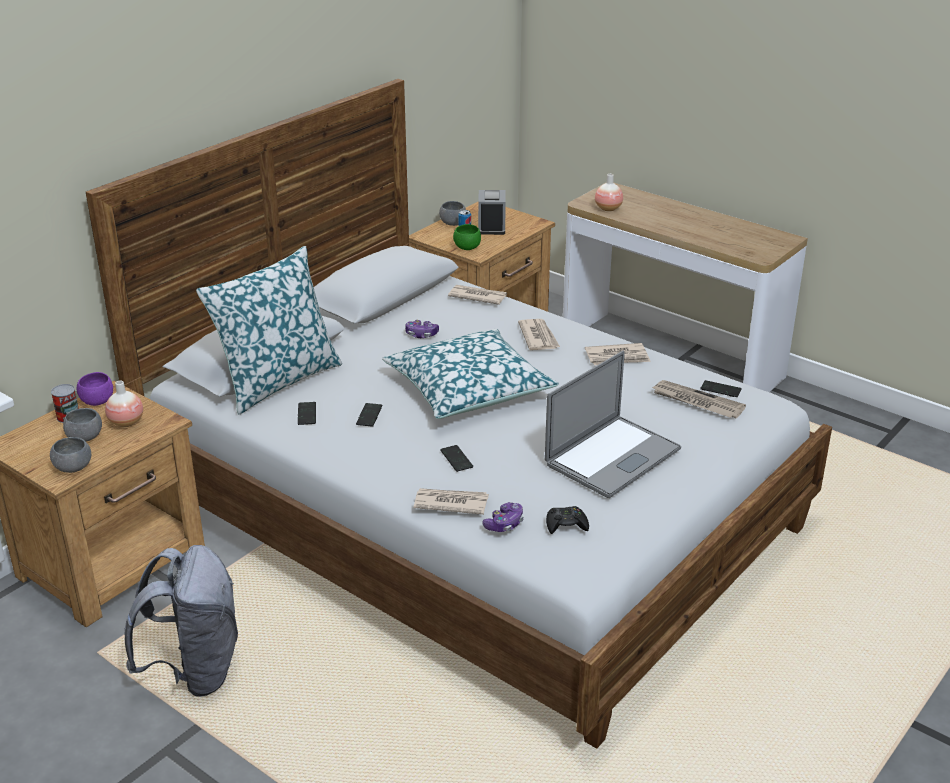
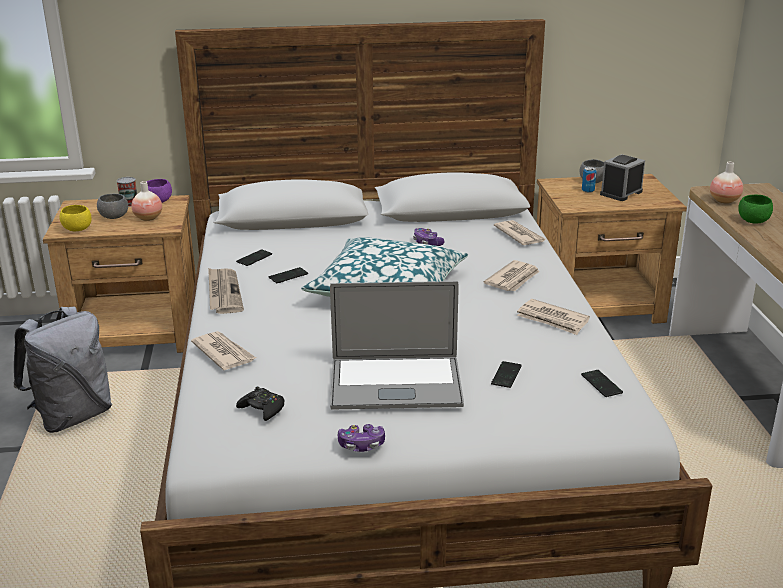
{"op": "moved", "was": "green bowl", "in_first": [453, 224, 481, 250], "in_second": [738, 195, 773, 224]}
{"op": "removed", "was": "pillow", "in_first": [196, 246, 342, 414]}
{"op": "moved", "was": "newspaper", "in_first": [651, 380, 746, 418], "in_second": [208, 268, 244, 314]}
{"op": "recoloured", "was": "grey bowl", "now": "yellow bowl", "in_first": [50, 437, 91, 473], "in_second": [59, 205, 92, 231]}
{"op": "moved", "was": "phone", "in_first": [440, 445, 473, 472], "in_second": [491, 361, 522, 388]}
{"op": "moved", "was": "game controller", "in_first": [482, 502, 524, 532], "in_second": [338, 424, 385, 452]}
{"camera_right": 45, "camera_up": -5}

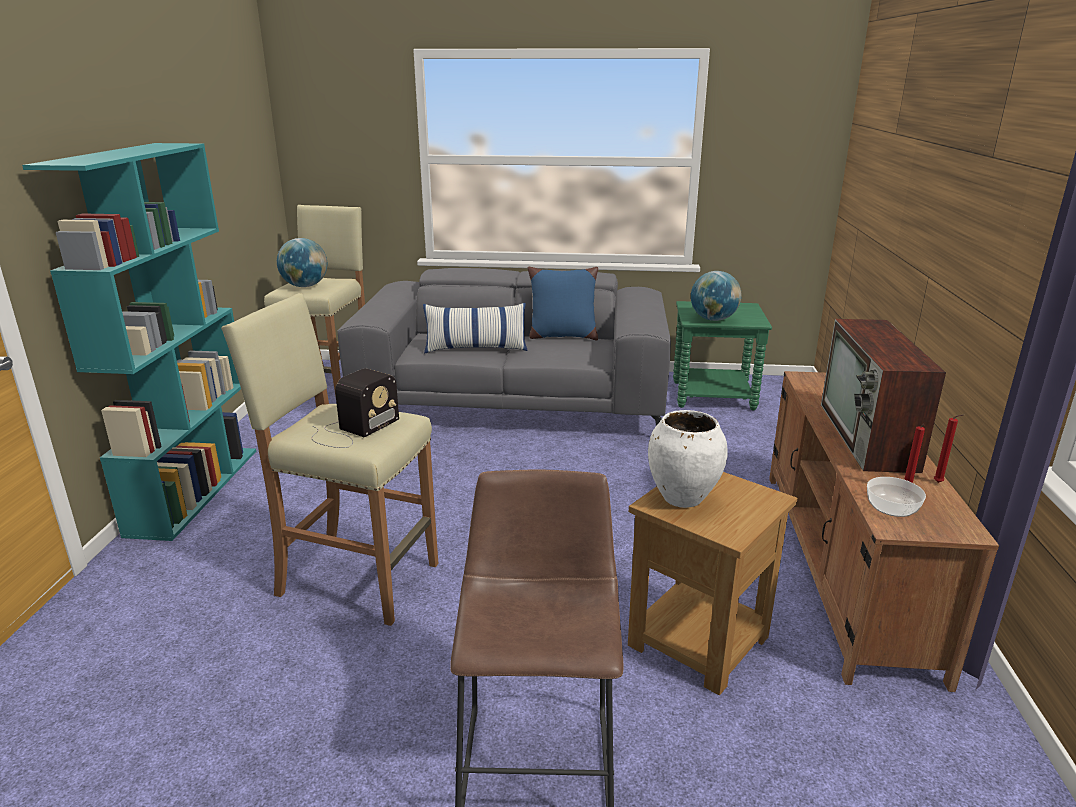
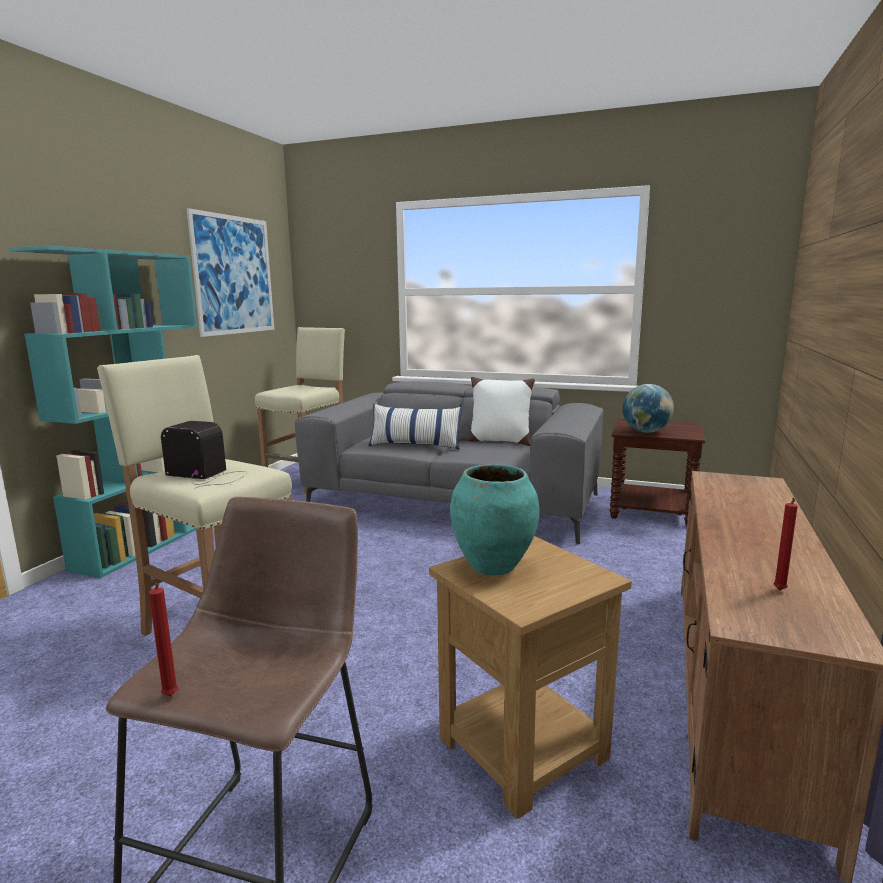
{"op": "removed", "was": "globe", "in_first": [277, 238, 327, 287]}
{"op": "recoloured", "was": "blue pillow", "now": "white pillow", "in_first": [527, 267, 598, 340], "in_second": [468, 377, 535, 446]}
{"op": "recoloured", "was": "green side table", "now": "brown side table", "in_first": [673, 301, 772, 410], "in_second": [610, 418, 705, 526]}
{"op": "removed", "was": "television", "in_first": [821, 319, 946, 473]}
{"op": "turned", "was": "radio", "in_first": [312, 368, 399, 448], "in_second": [161, 421, 247, 489], "clockwise": -120}
{"op": "recoloured", "was": "white vase", "now": "turquoise vase", "in_first": [648, 410, 728, 508], "in_second": [450, 465, 540, 575]}
{"op": "moved", "was": "red candle", "in_first": [934, 414, 964, 483], "in_second": [149, 583, 179, 696]}
{"op": "removed", "was": "bowl", "in_first": [867, 477, 926, 517]}
{"op": "added", "now": "picture", "in_second": [187, 208, 274, 337]}
{"camera_right": 15, "camera_up": -10}

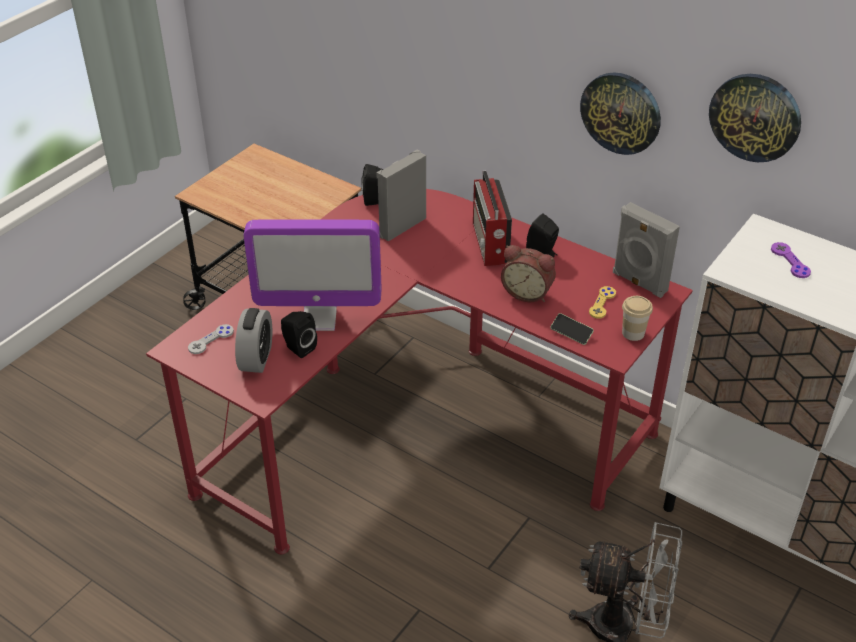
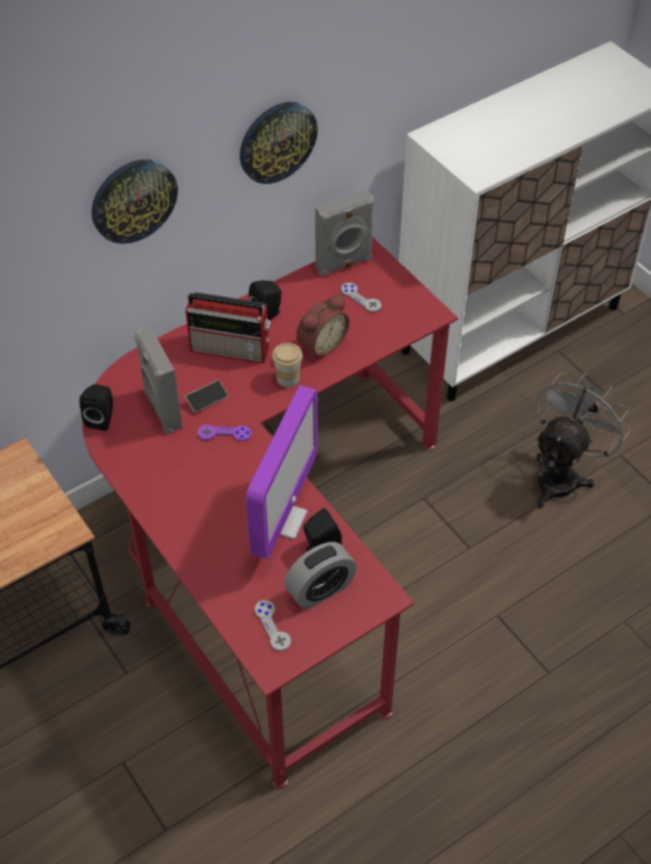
{"op": "moved", "was": "wall clock", "in_first": [709, 74, 801, 162], "in_second": [92, 160, 178, 244]}
{"op": "moved", "was": "purple game controller", "in_first": [771, 242, 811, 278], "in_second": [198, 425, 252, 441]}
{"op": "recoloured", "was": "yellow game controller", "now": "grey game controller", "in_first": [589, 286, 616, 319], "in_second": [341, 283, 382, 312]}
{"op": "moved", "was": "cup", "in_first": [622, 296, 653, 341], "in_second": [272, 343, 303, 387]}
{"op": "turned", "was": "alarm clock", "in_first": [235, 308, 272, 373], "in_second": [285, 542, 357, 609], "clockwise": 120}
{"op": "moved", "was": "phone", "in_first": [550, 313, 594, 345], "in_second": [185, 380, 228, 412]}
{"camera_right": -70, "camera_up": 10}

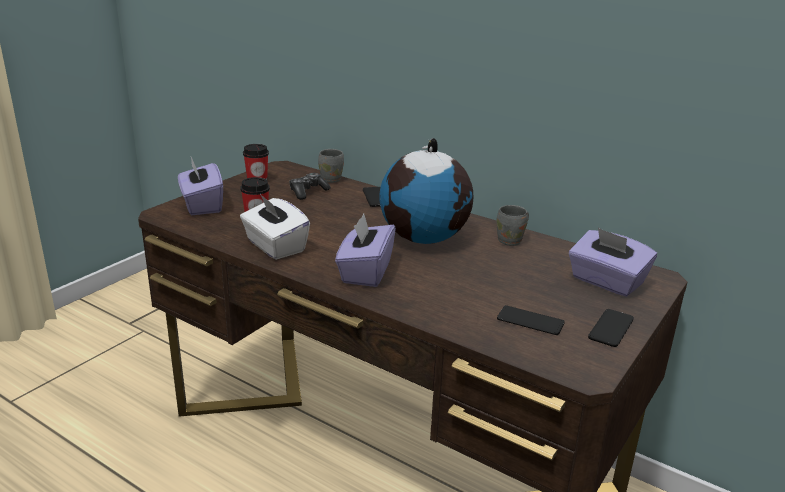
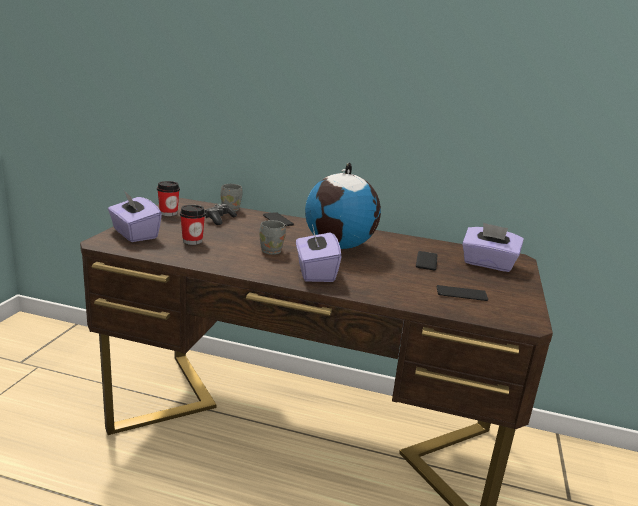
{"op": "removed", "was": "white tissue box", "in_first": [240, 194, 310, 260]}
{"op": "moved", "was": "grey mug", "in_first": [497, 205, 529, 246], "in_second": [259, 220, 286, 255]}
{"op": "moved", "was": "phone", "in_first": [588, 309, 634, 347], "in_second": [416, 251, 437, 270]}
{"camera_right": -20, "camera_up": -5}

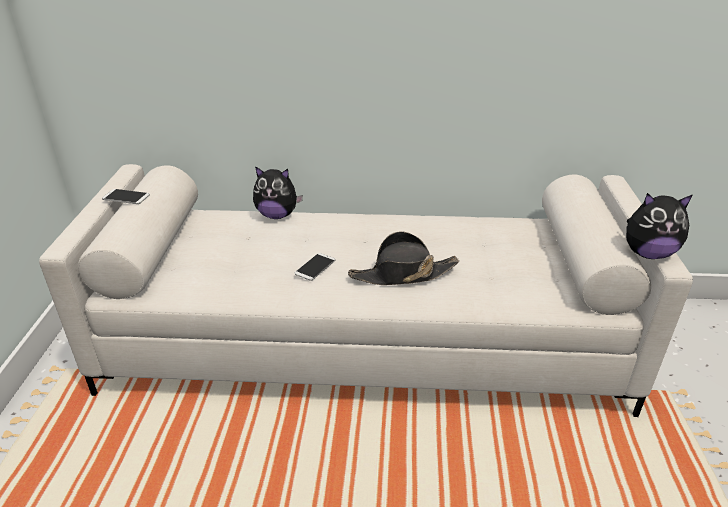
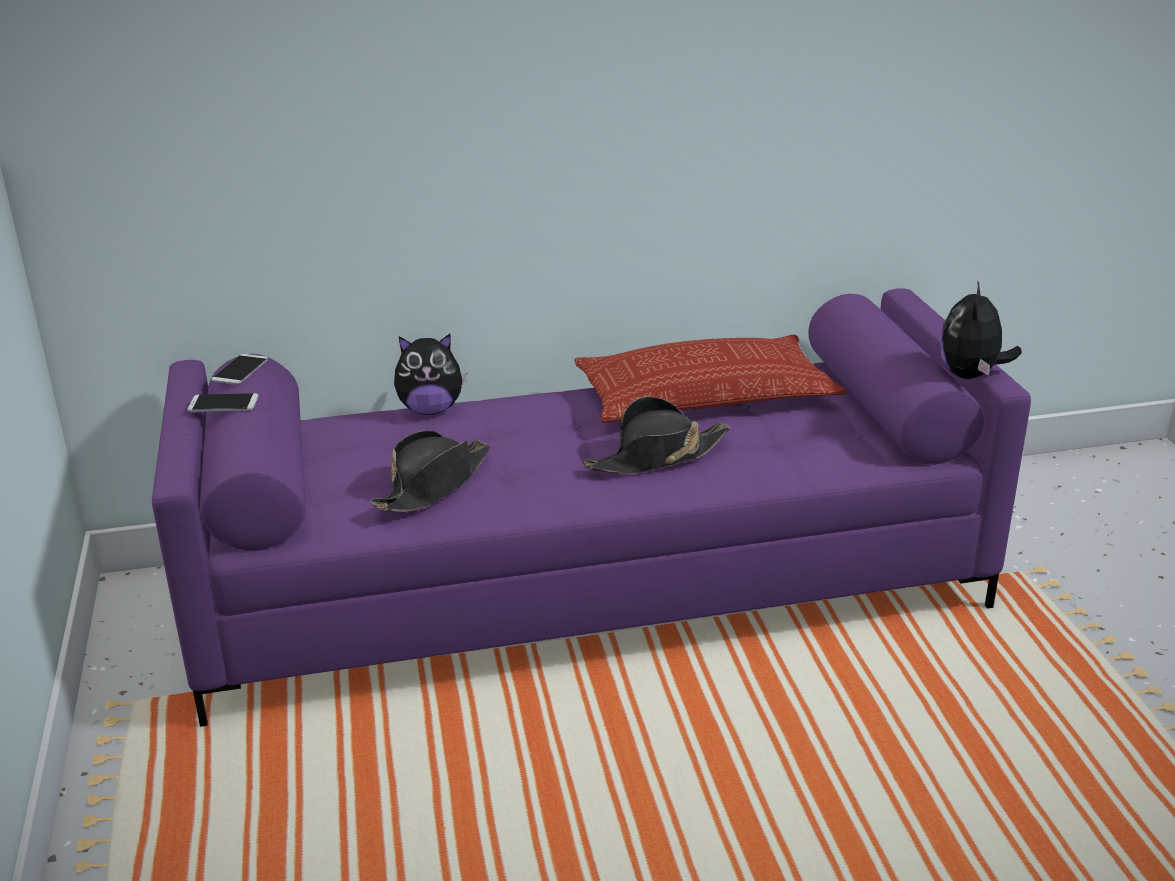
{"op": "recoloured", "was": "white sofa", "now": "purple sofa", "in_first": [39, 164, 693, 417], "in_second": [152, 288, 1031, 727]}
{"op": "turned", "was": "plush toy", "in_first": [626, 193, 692, 259], "in_second": [939, 280, 1022, 379], "clockwise": 120}
{"op": "moved", "was": "phone", "in_first": [295, 253, 335, 281], "in_second": [211, 354, 268, 385]}
{"op": "added", "now": "pillow", "in_second": [574, 335, 846, 423]}
{"op": "added", "now": "black hat", "in_second": [370, 430, 490, 512]}
{"camera_right": -15, "camera_up": -5}

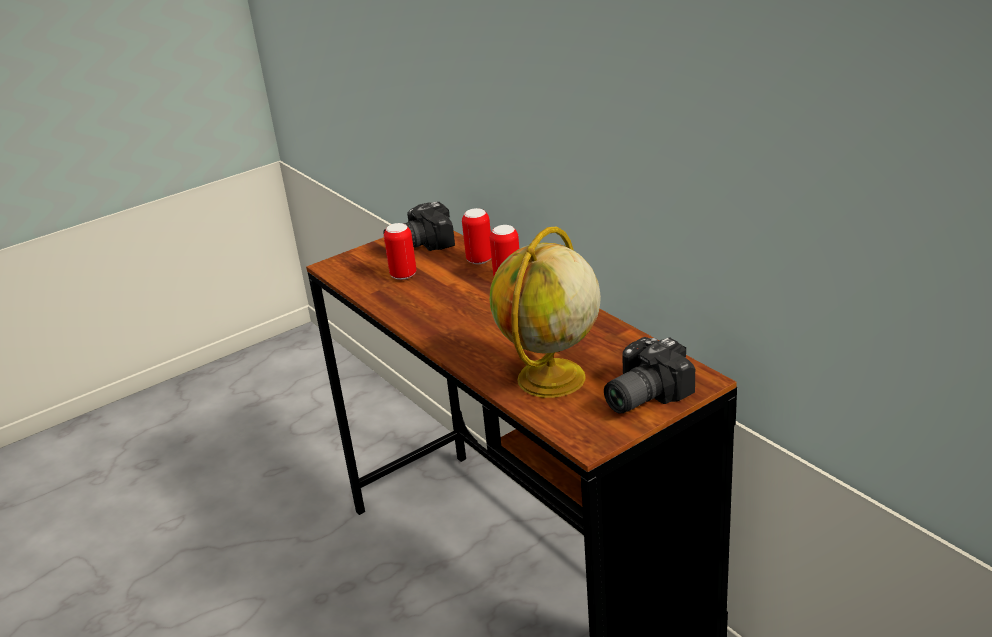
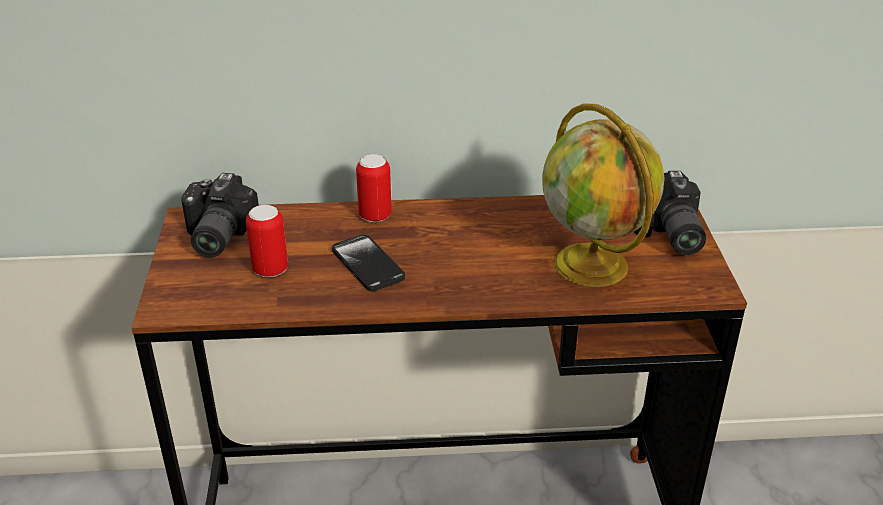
{"op": "removed", "was": "can", "in_first": [462, 208, 492, 264]}
{"op": "added", "now": "phone", "in_second": [332, 235, 405, 291]}
{"camera_right": -60, "camera_up": 5}

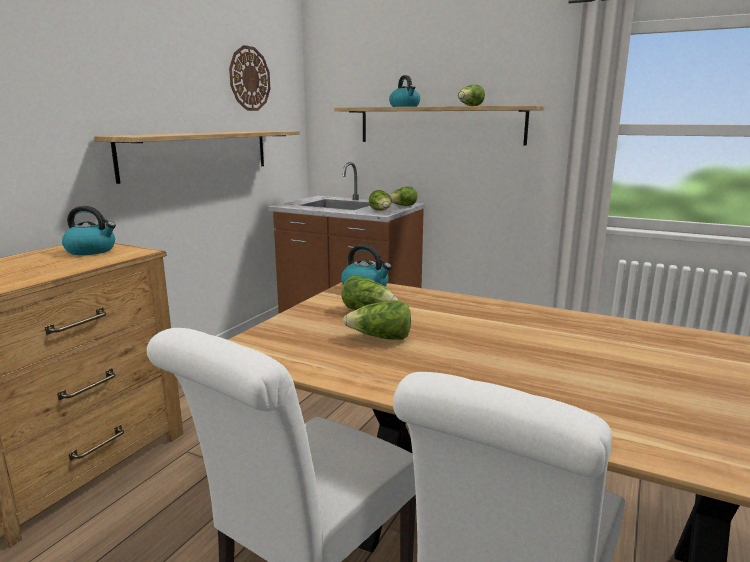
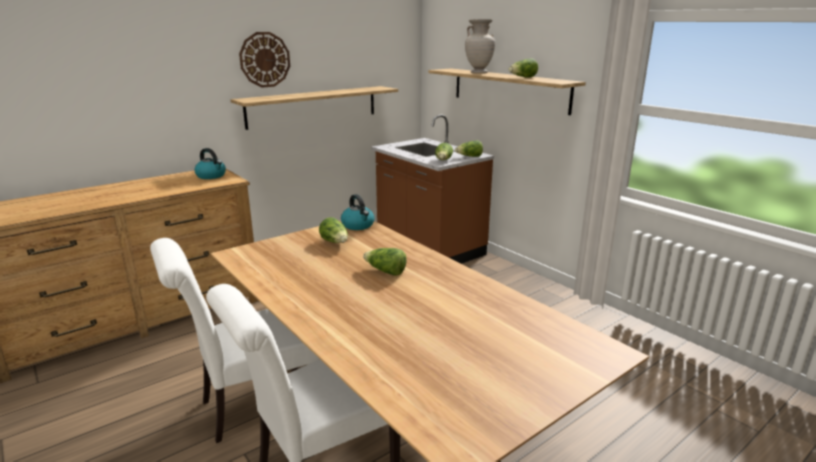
{"op": "moved", "was": "wall clock", "in_first": [229, 45, 270, 111], "in_second": [239, 32, 290, 88]}
{"op": "replaced", "was": "kettle", "now": "beige vase", "in_first": [389, 75, 420, 107], "in_second": [465, 19, 495, 73]}
{"op": "moved", "was": "lettuce", "in_first": [343, 301, 411, 340], "in_second": [363, 248, 407, 276]}
{"camera_right": 25, "camera_up": 5}

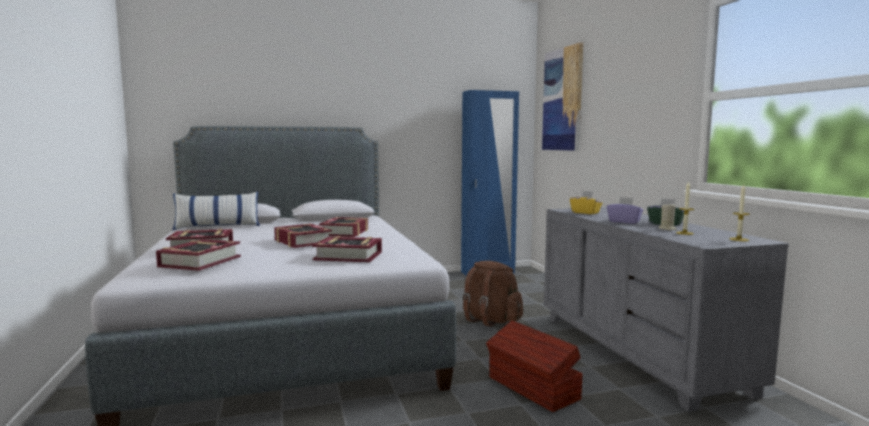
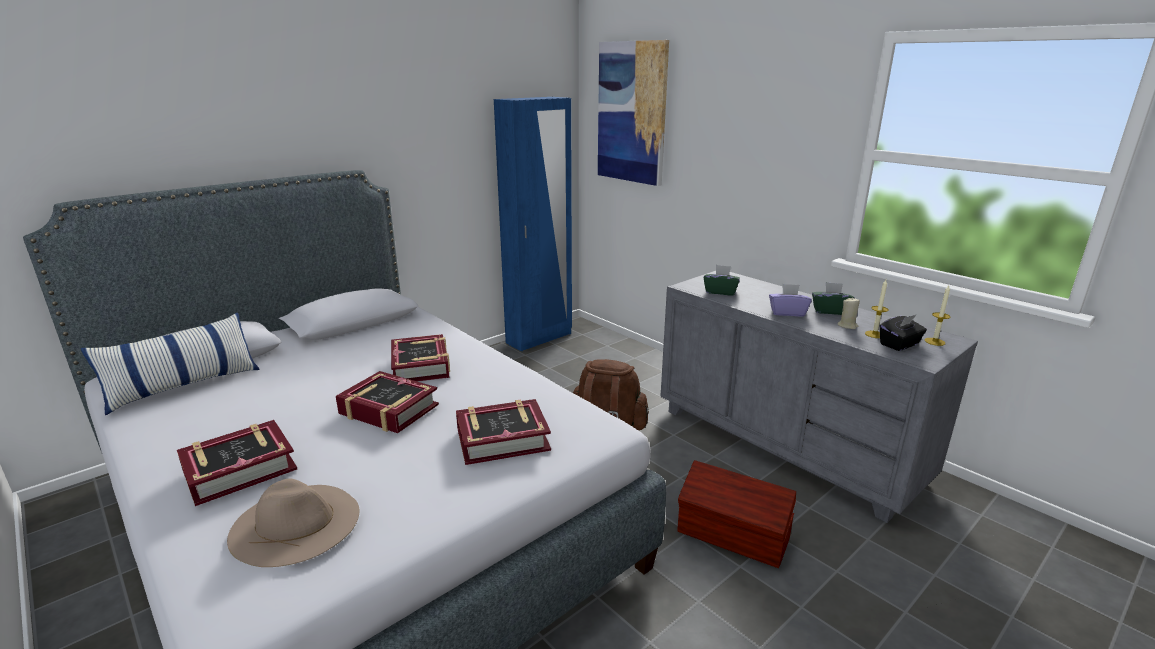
{"op": "recoloured", "was": "yellow tissue box", "now": "green tissue box", "in_first": [570, 191, 602, 214], "in_second": [704, 265, 740, 296]}
{"op": "replaced", "was": "book", "now": "beige hat", "in_first": [156, 239, 241, 271], "in_second": [227, 479, 359, 567]}
{"op": "added", "now": "black tissue box", "in_second": [880, 314, 927, 351]}
{"camera_right": -25, "camera_up": 15}

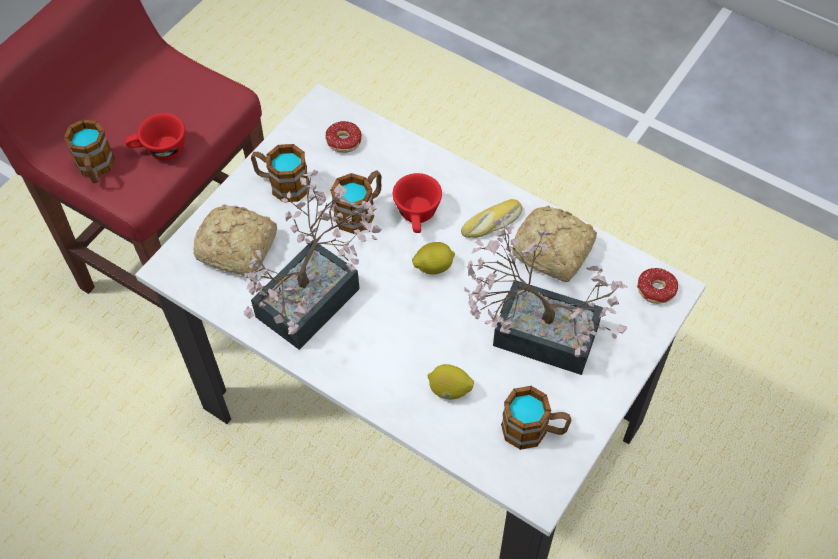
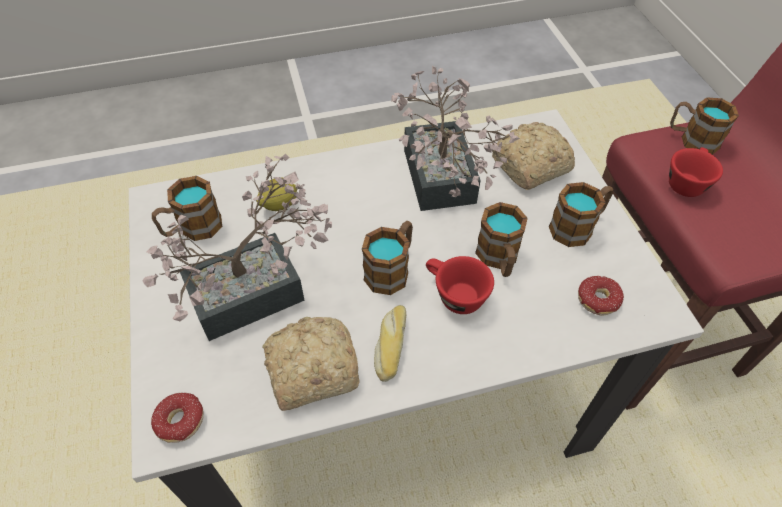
{"op": "replaced", "was": "lemon", "now": "mug", "in_first": [412, 242, 455, 274], "in_second": [362, 221, 413, 295]}
{"camera_right": 130, "camera_up": -5}

